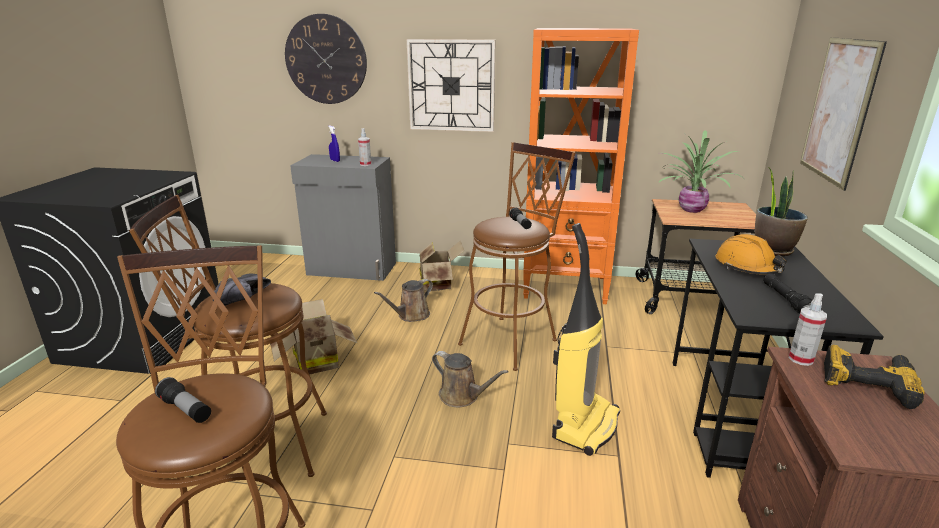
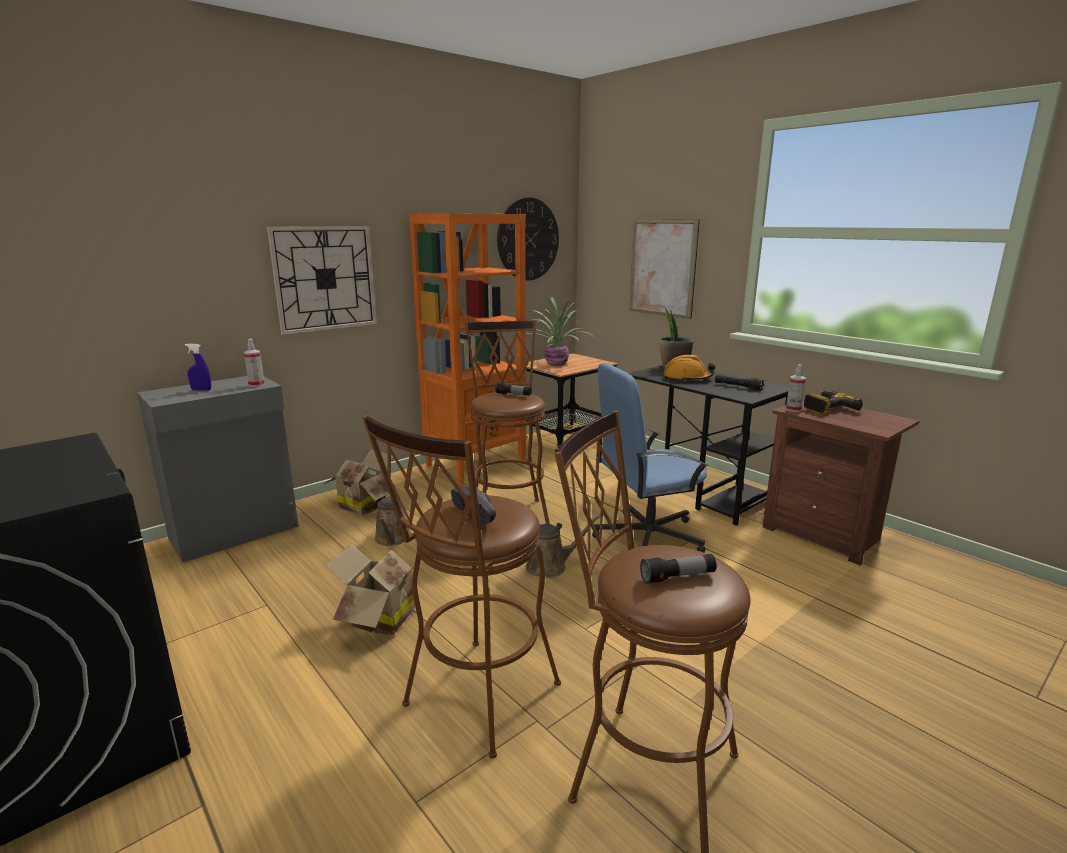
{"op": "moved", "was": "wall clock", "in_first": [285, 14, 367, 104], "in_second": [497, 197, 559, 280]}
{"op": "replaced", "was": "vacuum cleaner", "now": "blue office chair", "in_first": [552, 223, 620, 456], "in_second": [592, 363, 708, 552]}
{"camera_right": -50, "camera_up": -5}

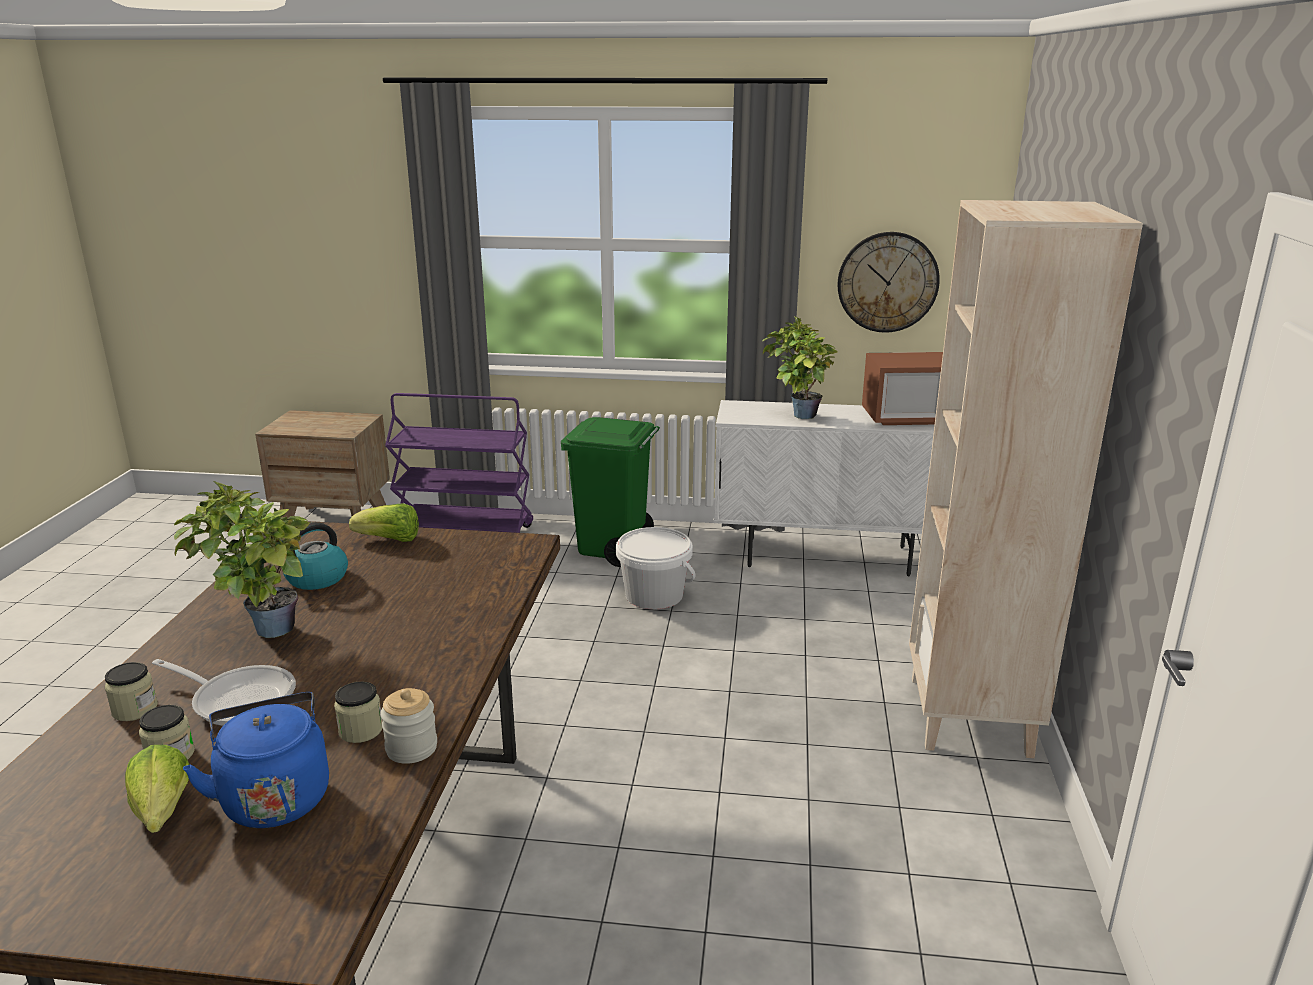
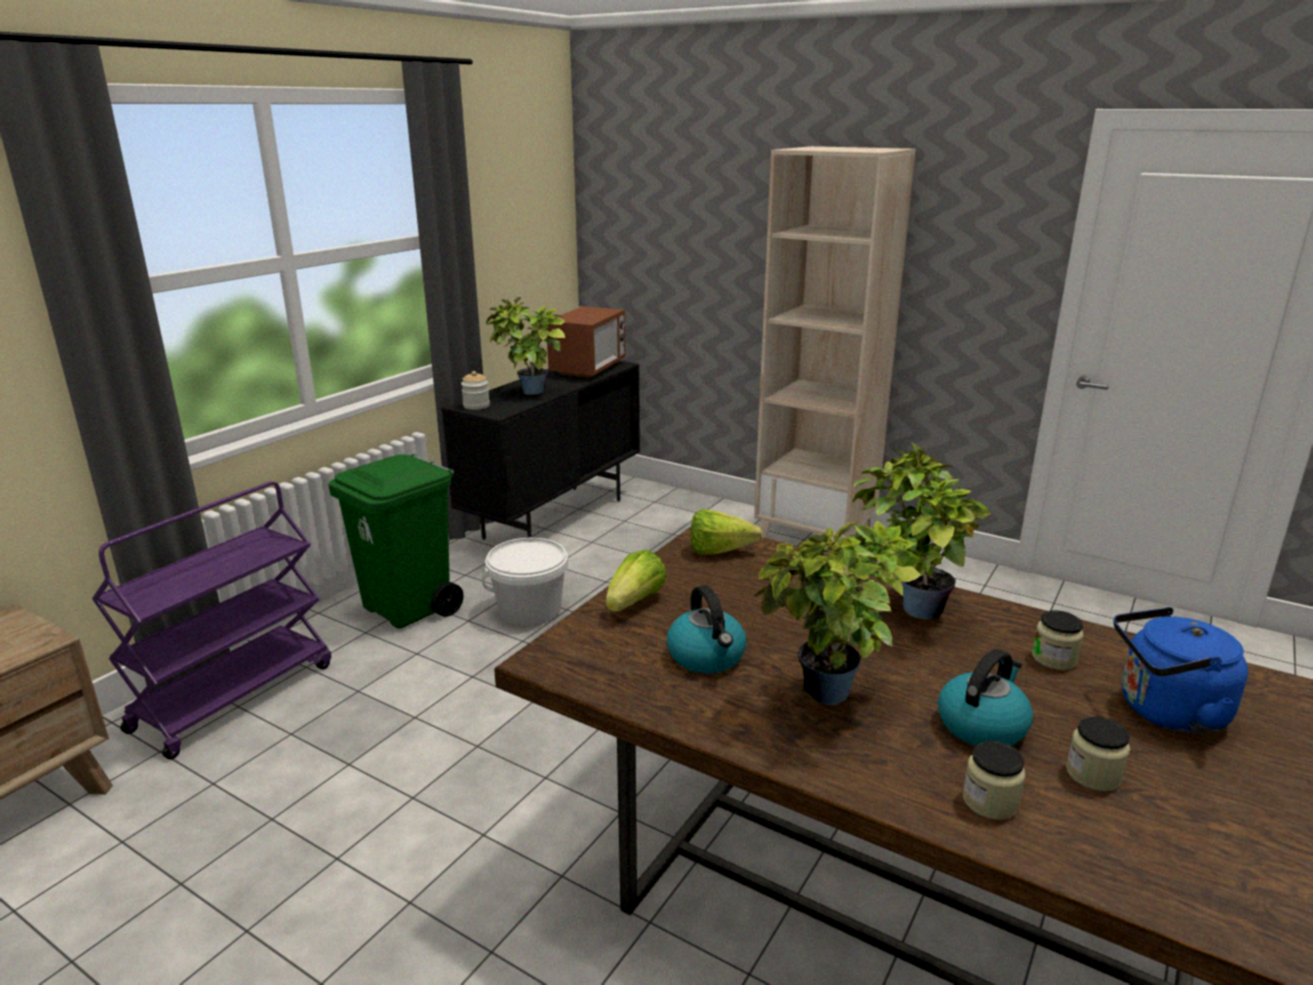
{"op": "removed", "was": "wall clock", "in_first": [837, 232, 940, 333]}
{"op": "recoloured", "was": "white cabinet", "now": "black cabinet", "in_first": [713, 400, 935, 576], "in_second": [442, 361, 640, 540]}
{"op": "replaced", "was": "frying pan", "now": "kettle", "in_first": [152, 659, 296, 726], "in_second": [938, 649, 1033, 746]}
{"op": "moved", "was": "jar", "in_first": [380, 688, 437, 764], "in_second": [461, 371, 490, 410]}
{"op": "moved", "was": "lettuce", "in_first": [125, 745, 190, 833], "in_second": [691, 509, 762, 555]}
{"op": "added", "now": "potted plant", "in_second": [852, 442, 992, 619]}
{"camera_right": -65, "camera_up": 0}

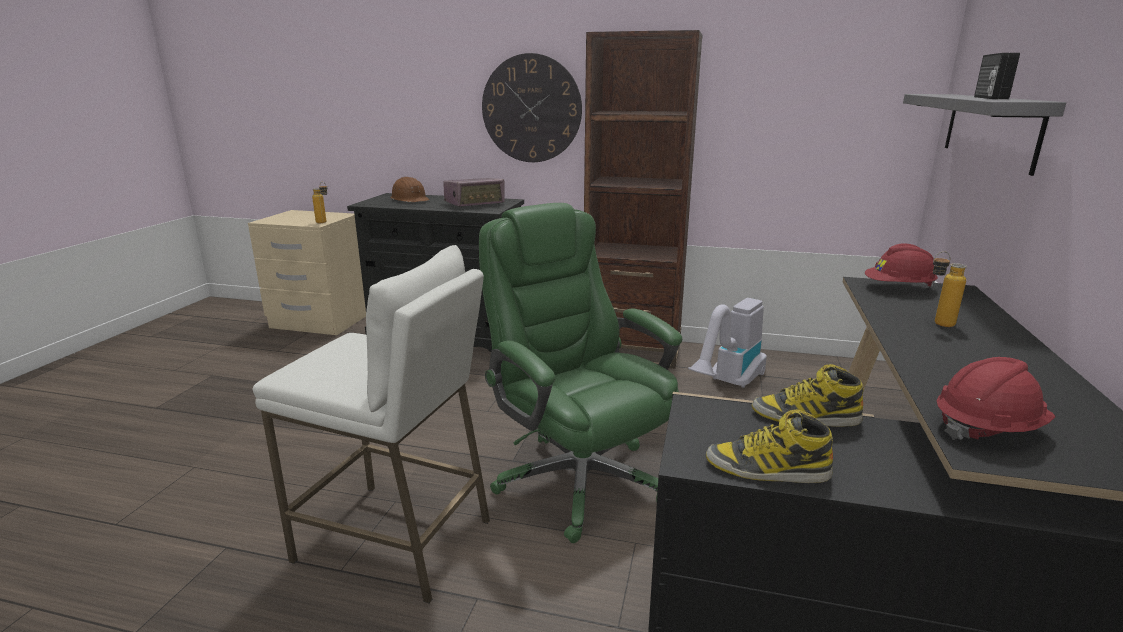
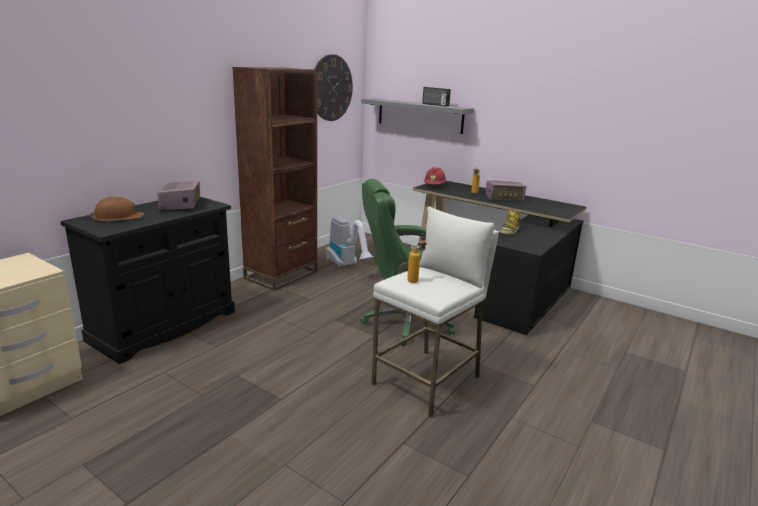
{"op": "moved", "was": "wall clock", "in_first": [482, 53, 582, 162], "in_second": [314, 54, 353, 121]}
{"op": "moved", "was": "bottle", "in_first": [312, 182, 328, 223], "in_second": [407, 238, 427, 283]}
{"op": "removed", "was": "red hard hat", "in_first": [937, 357, 1056, 440]}
{"op": "removed", "was": "boot", "in_first": [706, 410, 833, 483]}
{"op": "added", "now": "radio", "in_second": [485, 180, 526, 201]}
{"camera_right": -70, "camera_up": 0}

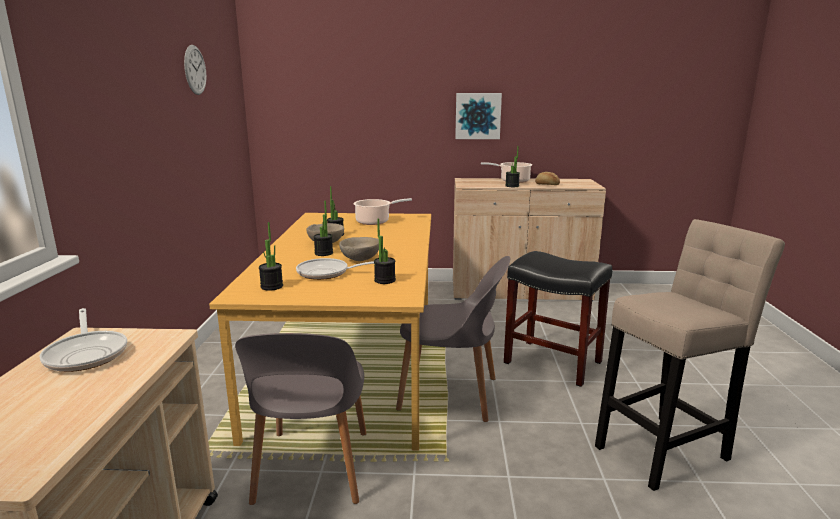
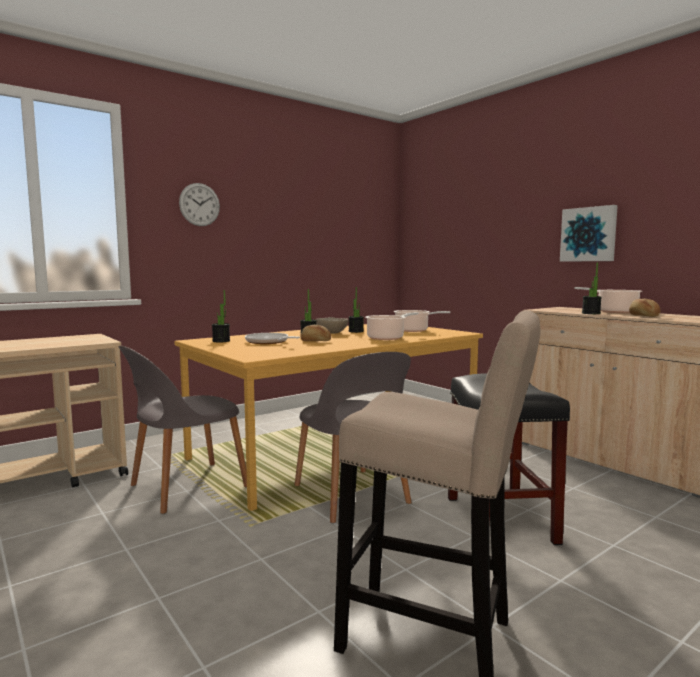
{"op": "moved", "was": "wall clock", "in_first": [184, 45, 207, 95], "in_second": [179, 183, 220, 226]}
{"op": "removed", "was": "potted plant", "in_first": [374, 219, 396, 284]}
{"op": "replaced", "was": "beige bowl", "now": "bread", "in_first": [339, 237, 379, 261], "in_second": [301, 325, 331, 341]}
{"op": "removed", "was": "frying pan", "in_first": [39, 308, 127, 372]}
{"op": "added", "now": "cooking pot", "in_second": [365, 312, 418, 340]}
{"camera_right": 50, "camera_up": -10}

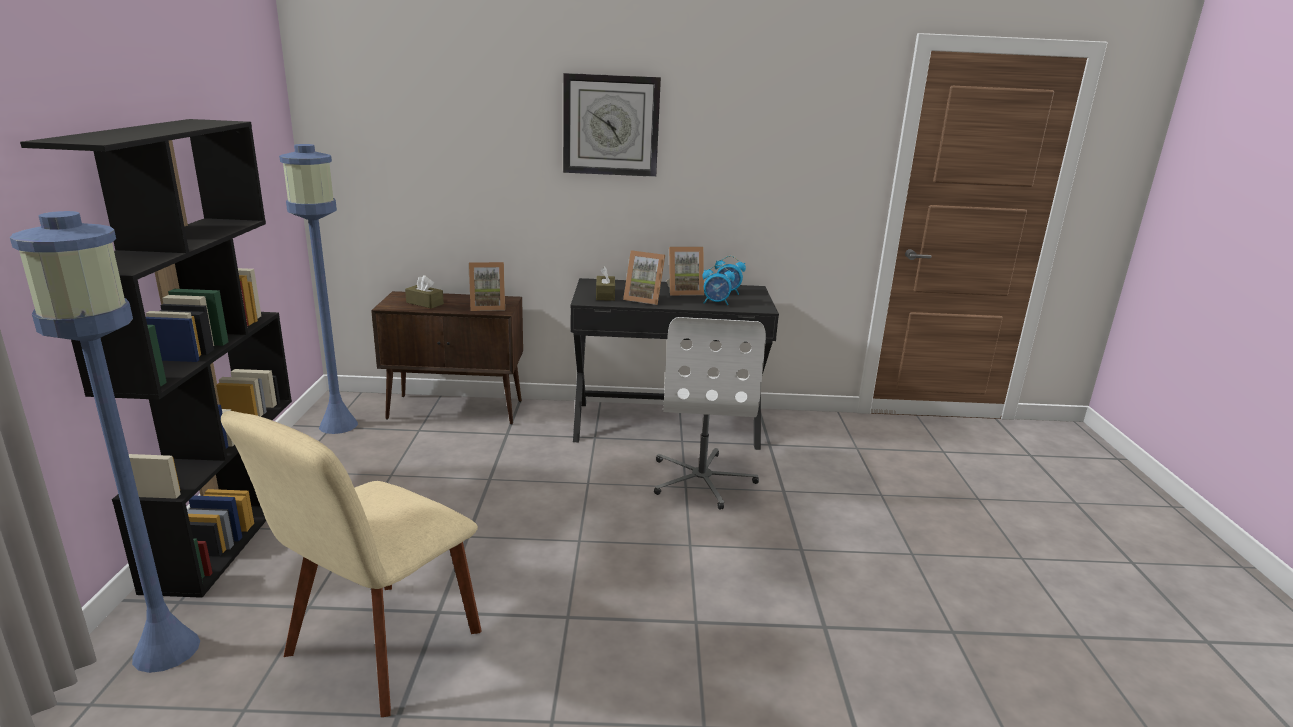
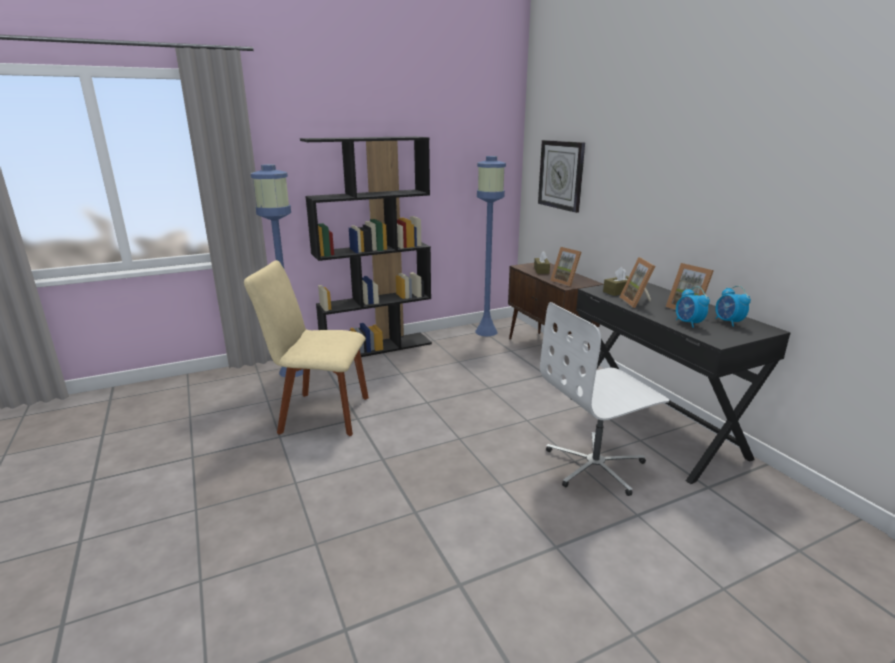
{"op": "moved", "was": "wall clock", "in_first": [563, 73, 661, 177], "in_second": [538, 140, 585, 213]}
{"camera_right": 65, "camera_up": 0}

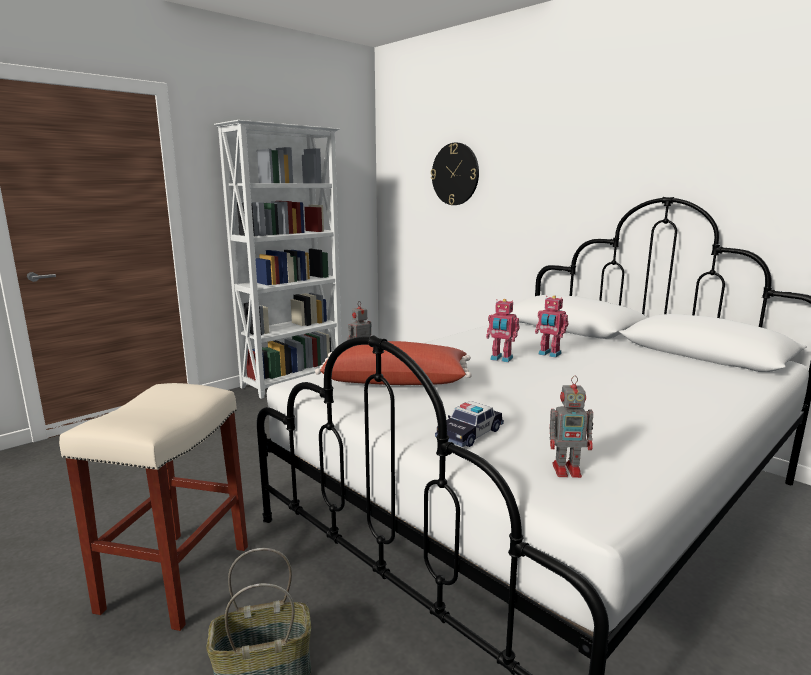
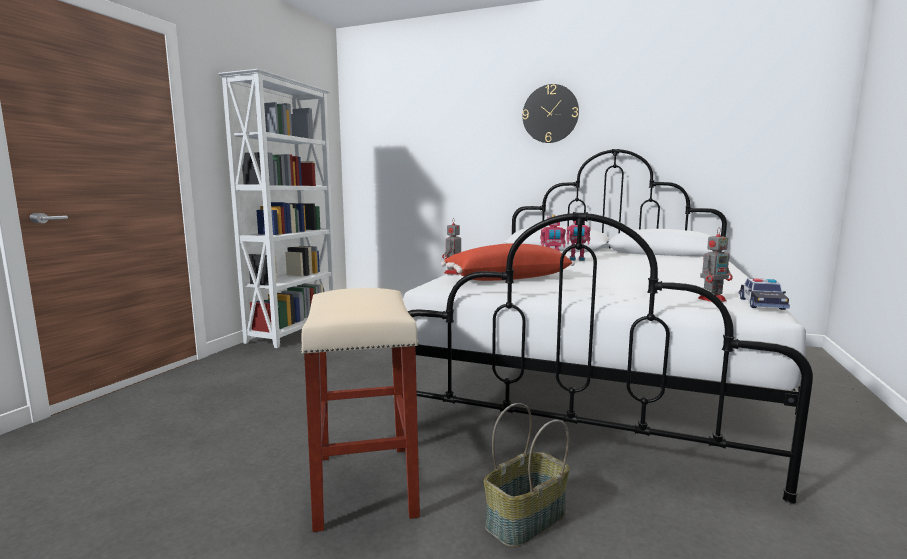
{"op": "moved", "was": "wall clock", "in_first": [431, 142, 479, 205], "in_second": [522, 84, 579, 143]}
{"op": "moved", "was": "toy car", "in_first": [435, 401, 504, 447], "in_second": [739, 278, 790, 310]}
{"camera_right": -25, "camera_up": -5}

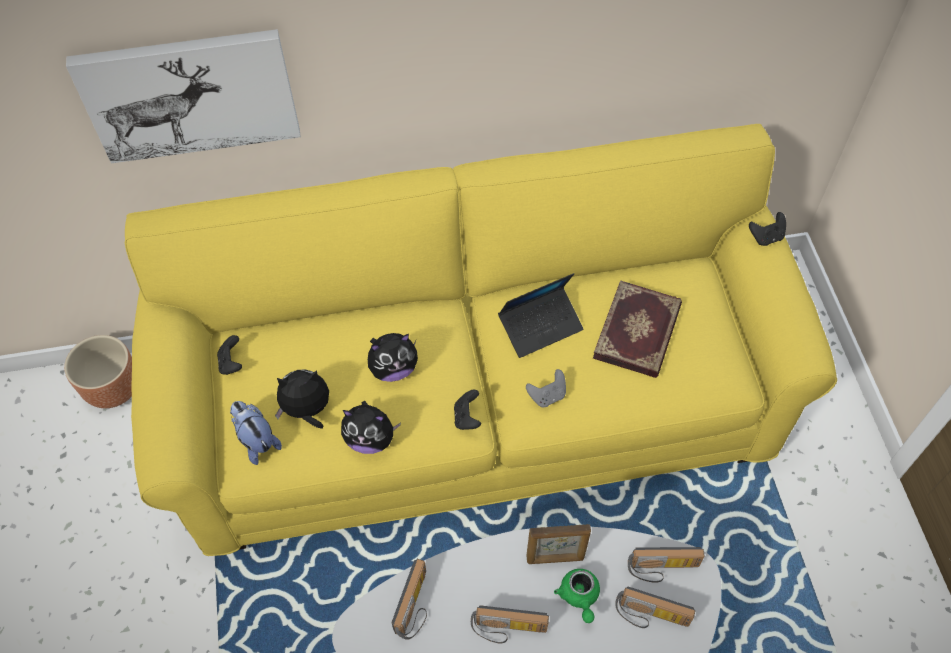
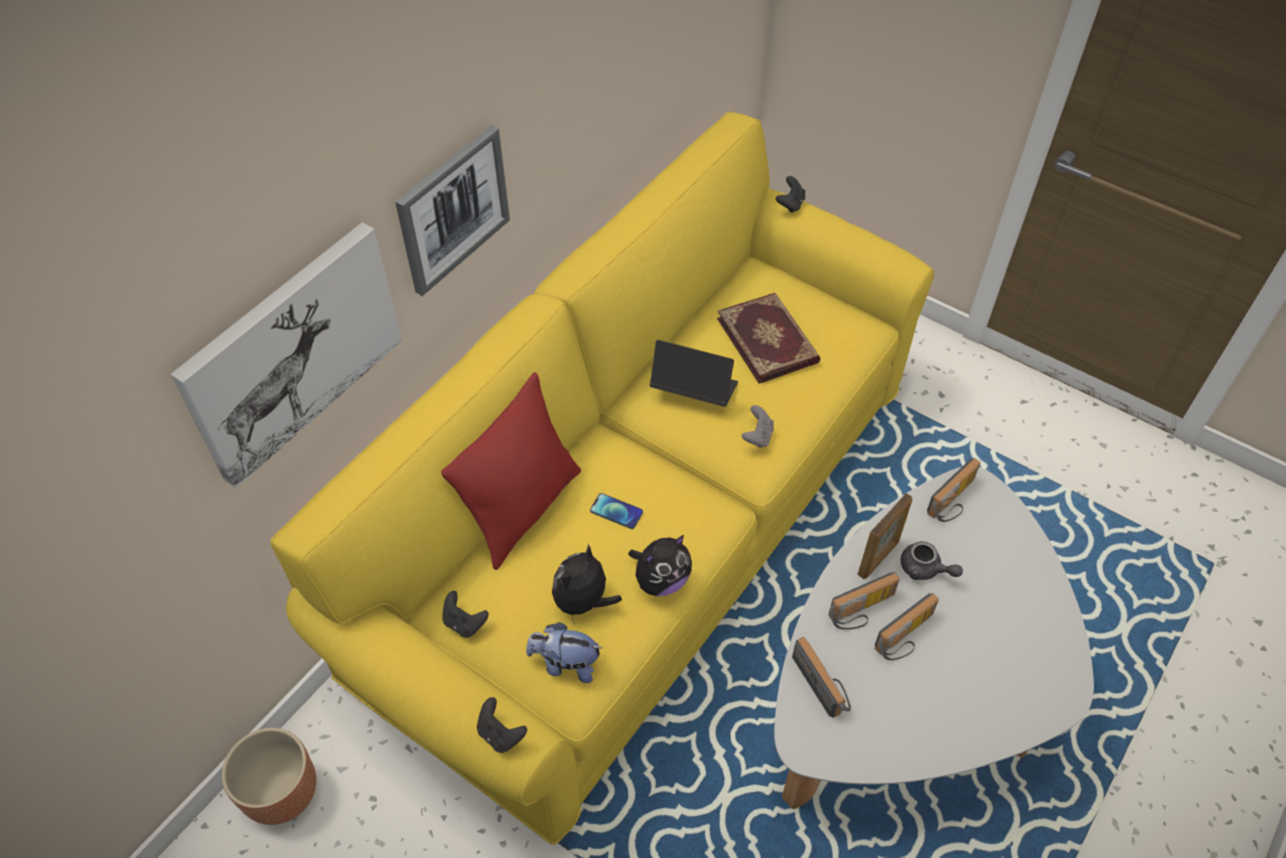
{"op": "turned", "was": "laptop", "in_first": [498, 273, 583, 358], "in_second": [650, 340, 738, 407], "clockwise": -90}
{"op": "replaced", "was": "plush toy", "now": "phone", "in_first": [368, 333, 418, 382], "in_second": [590, 493, 643, 529]}
{"op": "moved", "was": "black game controller", "in_first": [454, 390, 481, 430], "in_second": [477, 697, 527, 753]}
{"op": "recoloured", "was": "green teapot", "now": "grey teapot", "in_first": [554, 569, 600, 623], "in_second": [900, 541, 963, 580]}
{"op": "moved", "was": "radio", "in_first": [615, 587, 696, 628], "in_second": [829, 572, 900, 630]}
{"op": "added", "now": "picture", "in_second": [395, 125, 510, 296]}
{"op": "added", "now": "red pillow", "in_second": [441, 372, 581, 570]}
{"camera_right": -45, "camera_up": -5}

